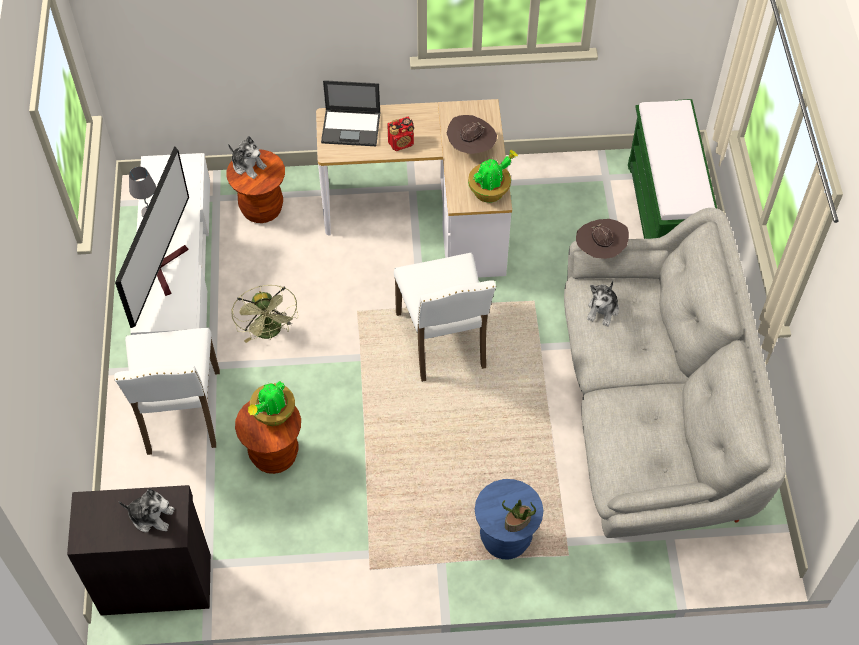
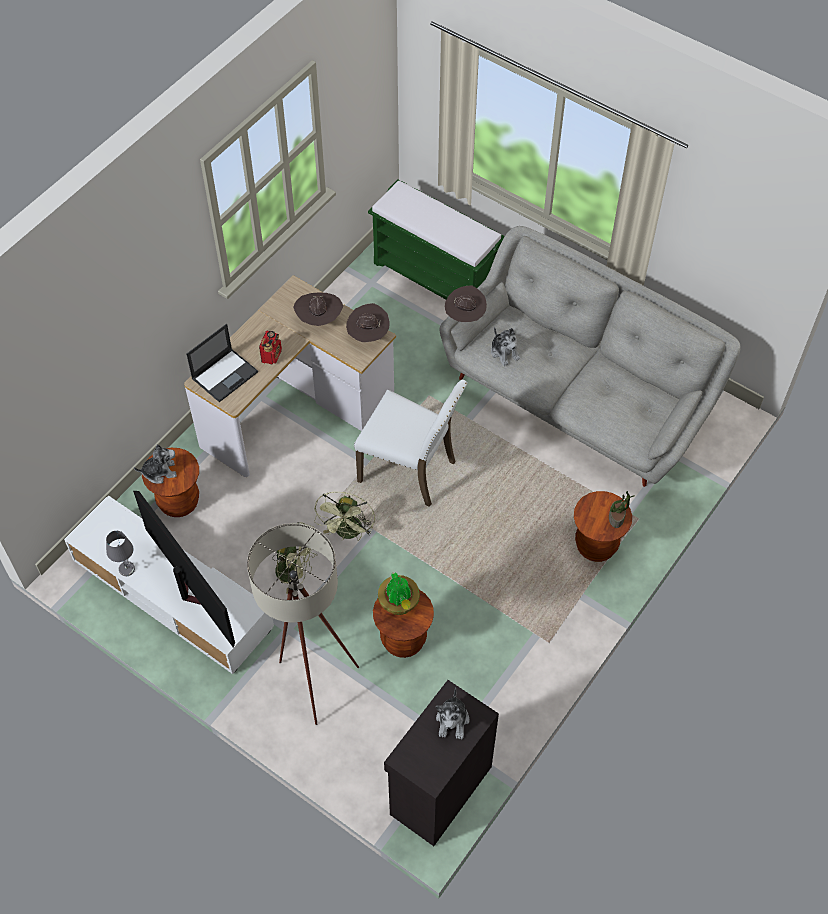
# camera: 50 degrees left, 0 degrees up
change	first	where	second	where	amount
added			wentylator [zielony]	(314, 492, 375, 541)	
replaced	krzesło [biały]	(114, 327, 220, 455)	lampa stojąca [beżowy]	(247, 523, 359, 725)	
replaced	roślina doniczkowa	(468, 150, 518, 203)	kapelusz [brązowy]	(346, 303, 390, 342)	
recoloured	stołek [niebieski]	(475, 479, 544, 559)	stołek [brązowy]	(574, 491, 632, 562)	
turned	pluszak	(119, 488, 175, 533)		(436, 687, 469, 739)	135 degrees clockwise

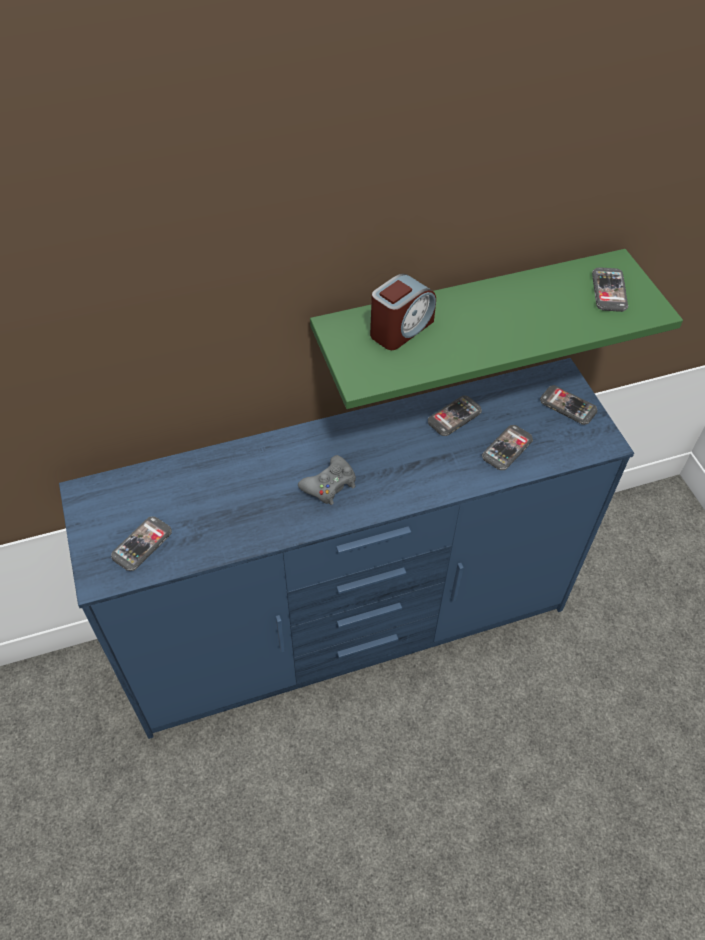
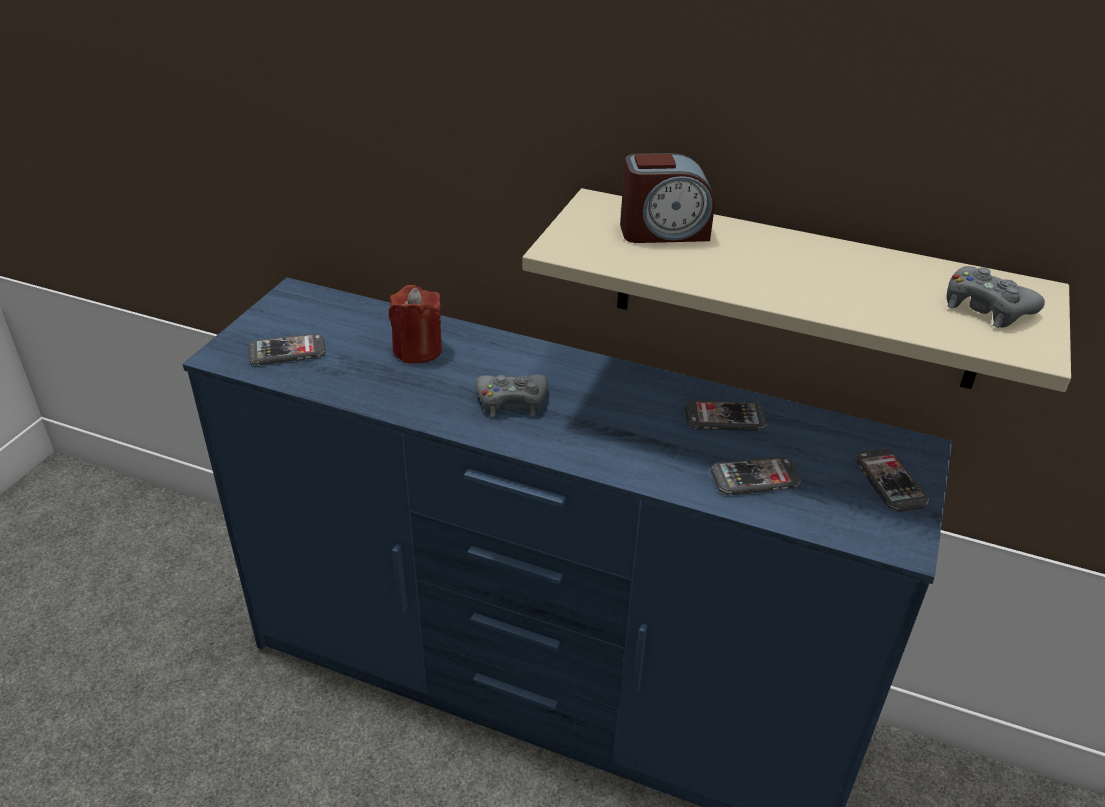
# camera: 40 degrees right, 15 degrees down
change	first	where	second	where	amount
added			świeca [czerwony]	(389, 285, 442, 363)	
replaced	telefon	(592, 267, 628, 312)	pad do gier [szary]	(946, 266, 1045, 328)	
recoloured	półka [zielony]	(310, 249, 683, 409)	półka [beżowy]	(522, 188, 1071, 392)	

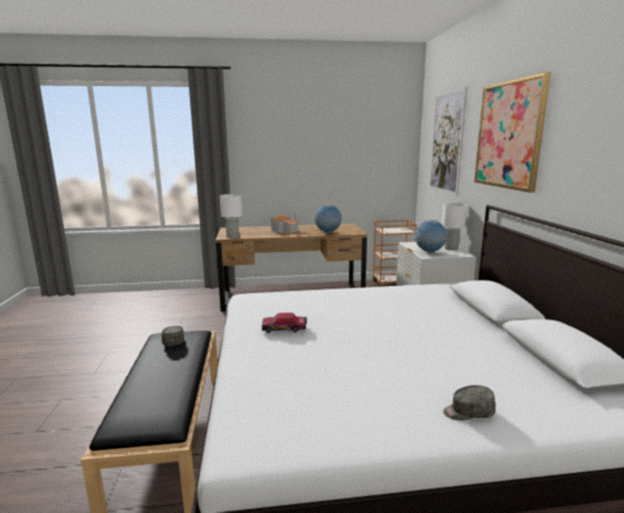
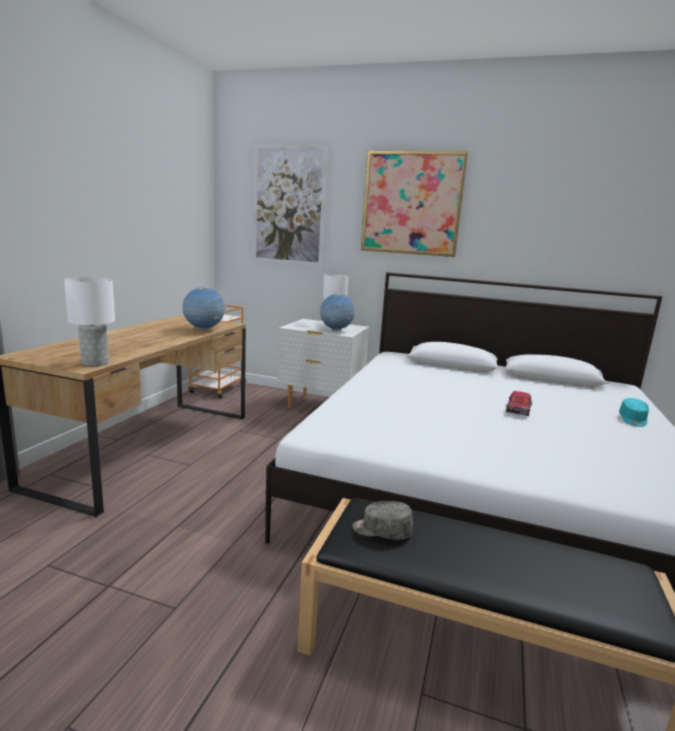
# camera: 65 degrees left, 0 degrees up
change	first	where	second	where	amount
removed	domek	(269, 212, 300, 233)			
moved	samochodzik	(262, 313, 307, 333)		(506, 391, 532, 416)	
recoloured	czapka z daszkiem [szary]	(443, 385, 495, 421)	czapka z daszkiem [turkusowy]	(619, 398, 649, 427)	

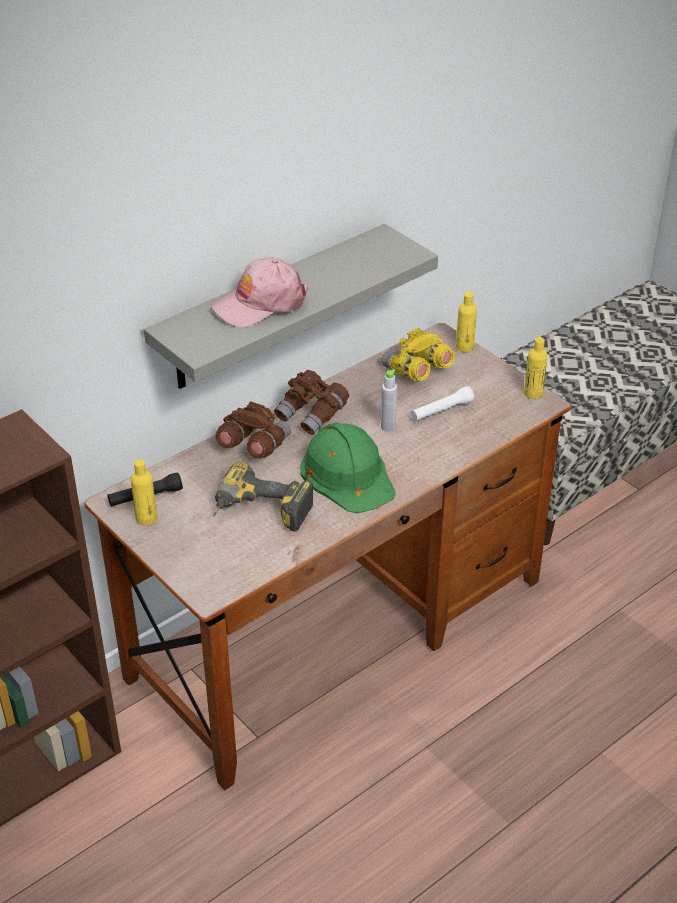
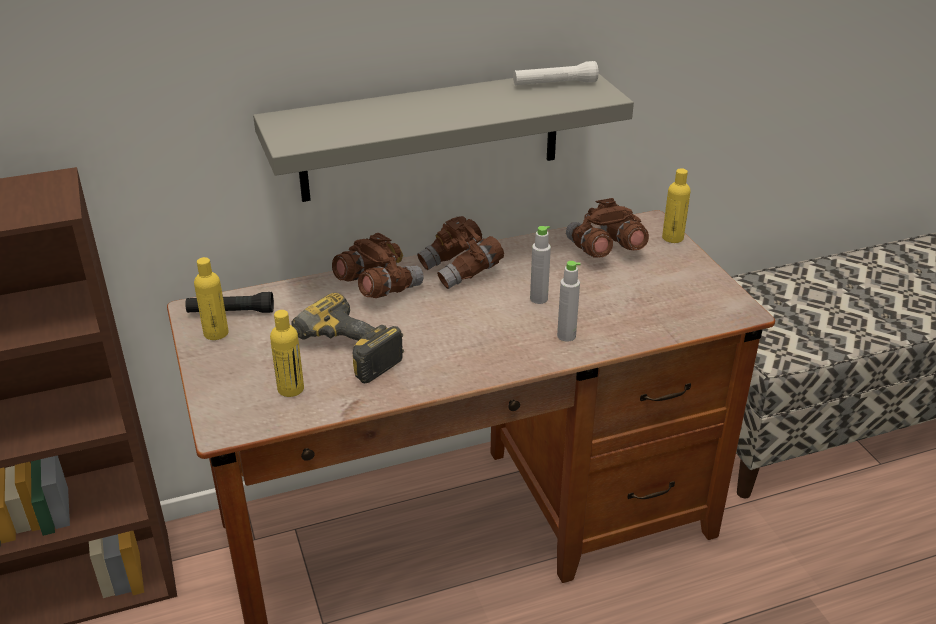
# camera: 20 degrees right, 5 degrees down
change	first	where	second	where	amount
removed	czapka z daszkiem [różowy]	(211, 257, 308, 328)			
removed	kask [zielony]	(300, 422, 396, 514)			
added			butelka [szary]	(557, 261, 581, 342)	
moved	latarka [biały]	(411, 386, 474, 421)		(513, 61, 599, 85)	
moved	butelka [żółty]	(524, 337, 548, 399)		(270, 310, 304, 397)	
recoloured	lornetka [żółty]	(382, 328, 455, 381)	lornetka [brązowy]	(566, 198, 649, 258)	

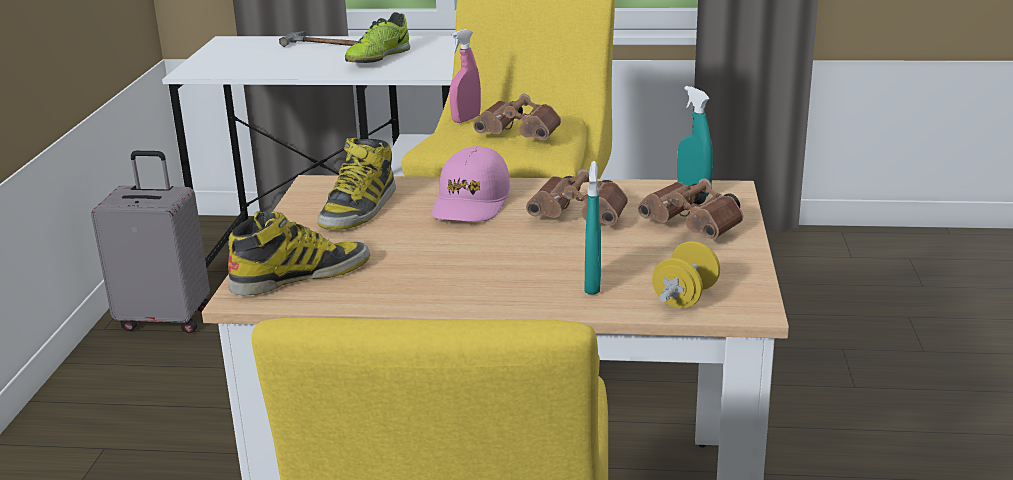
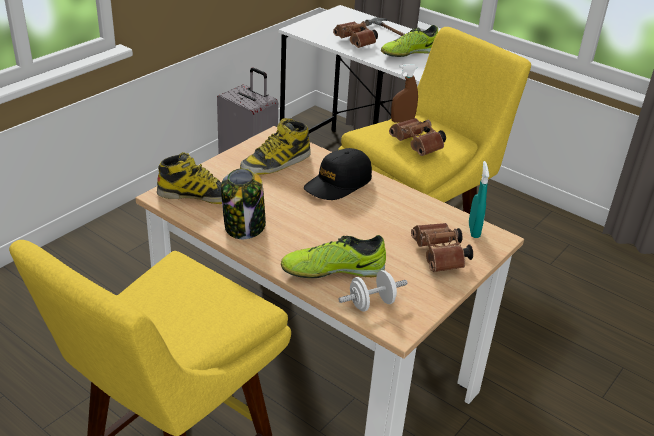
# camera: 30 degrees right, 10 degrees up
change	first	where	second	where	amount
added			słoik	(221, 168, 266, 239)	
moved	lornetka [brązowy]	(526, 169, 628, 225)		(333, 21, 378, 48)	
replaced	spryskiwacz [turkusowy]	(585, 161, 601, 295)	but	(281, 235, 386, 278)	
recoloured	czapka z daszkiem [różowy]	(432, 146, 511, 222)	czapka z daszkiem [czarny]	(304, 148, 372, 200)	
recoloured	spryskiwacz [różowy]	(450, 29, 481, 123)	spryskiwacz [brązowy]	(391, 64, 418, 123)	
recoloured	hantel [żółty]	(652, 241, 720, 308)	hantel [biały]	(338, 270, 408, 311)	

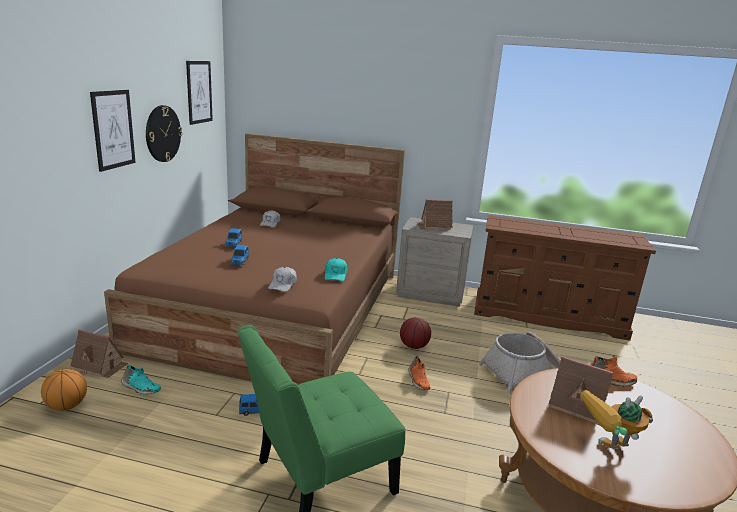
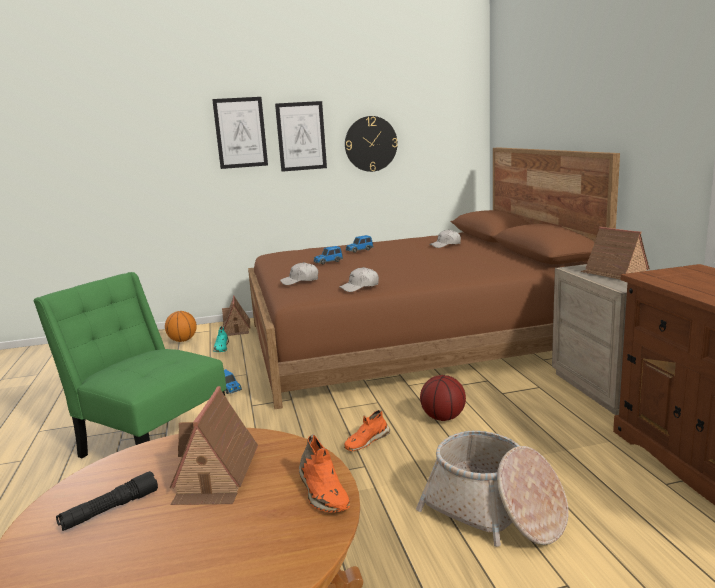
# camera: 65 degrees right, 5 degrees down
change	first	where	second	where	amount
moved	obraz	(186, 61, 213, 125)		(212, 97, 268, 169)	
replaced	robot zabawkowy	(580, 390, 653, 449)	latarka [czarny]	(56, 471, 158, 531)	
recoloured	czapka z daszkiem [turkusowy]	(325, 258, 347, 281)	czapka z daszkiem [biały]	(339, 267, 379, 292)	

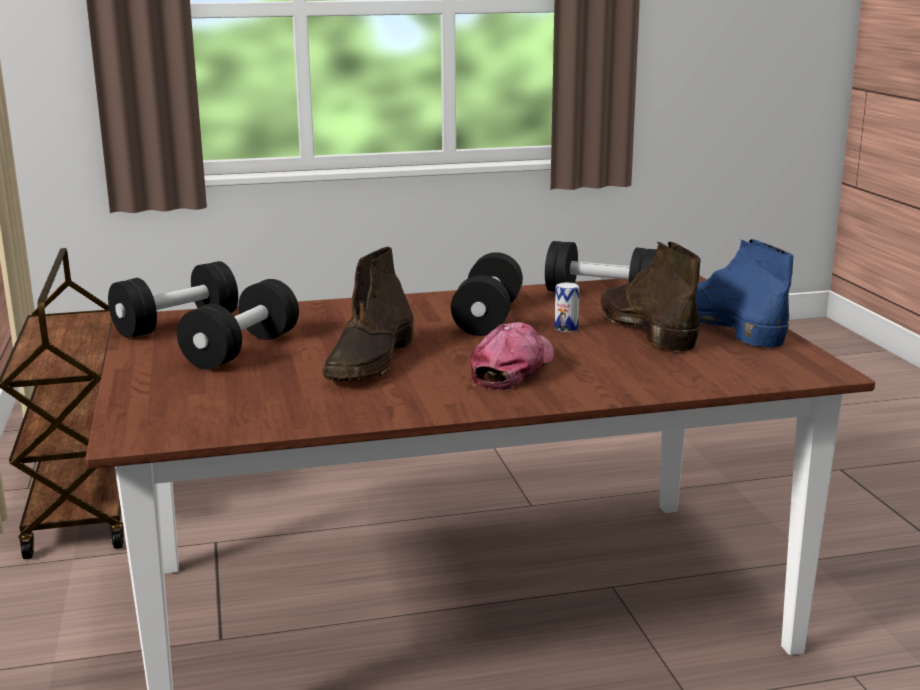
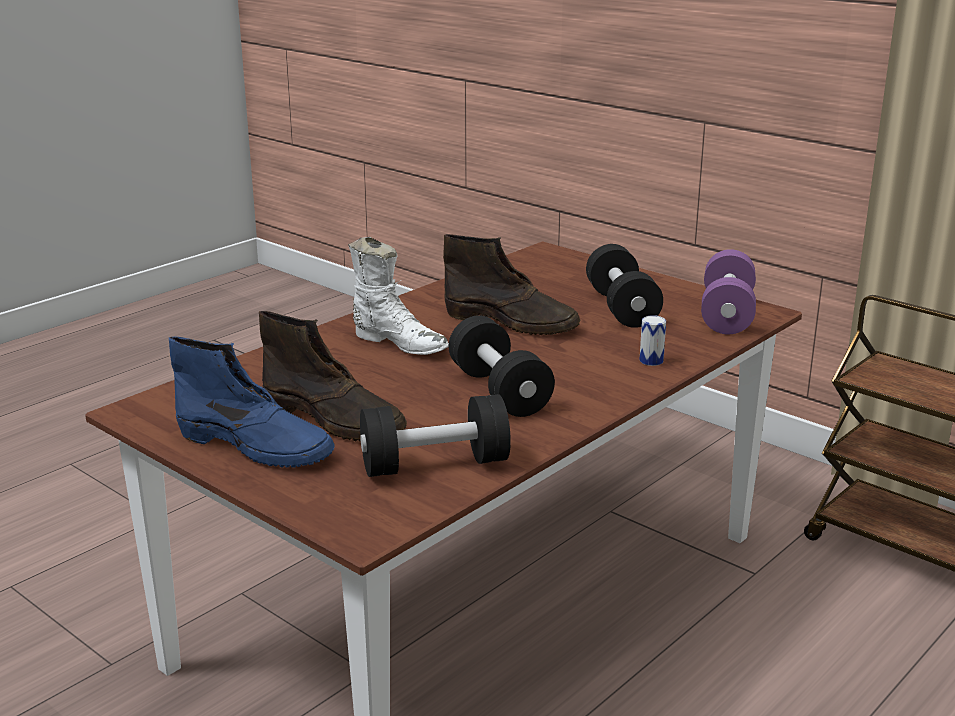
# camera: 145 degrees right, 5 degrees up
change	first	where	second	where	amount
moved	puszka	(555, 282, 580, 332)		(640, 315, 666, 366)	
replaced	czapka z daszkiem	(470, 322, 554, 390)	but z cholewką [biały]	(348, 237, 449, 355)	
recoloured	hantel [czarny]	(108, 261, 238, 338)	hantel [fioletowy]	(701, 249, 756, 334)	
turned	but z cholewką [brązowy]	(323, 247, 414, 382)		(443, 234, 580, 335)	135 degrees clockwise

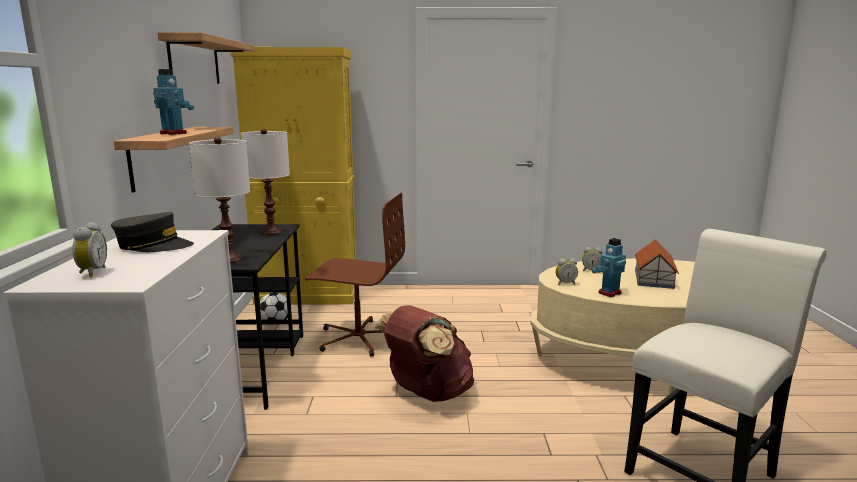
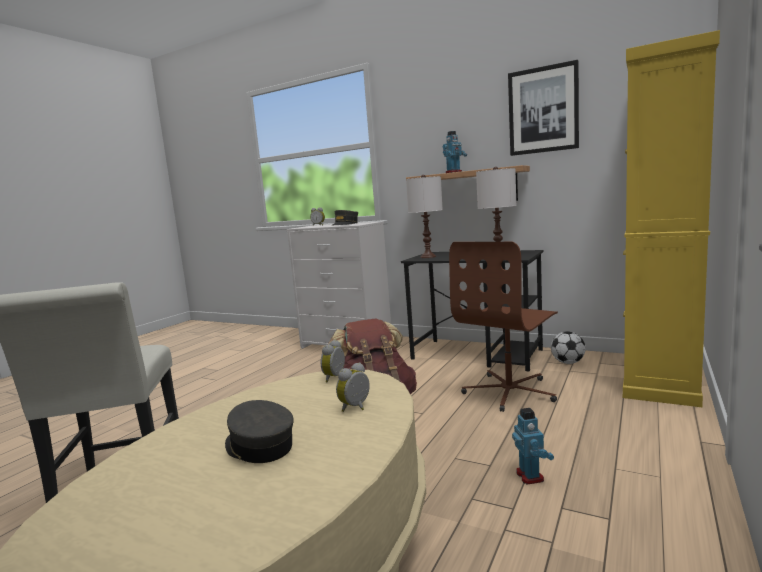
# camera: 120 degrees right, 5 degrees down
change	first	where	second	where	amount
moved	robot zabawkowy	(592, 238, 626, 297)		(512, 408, 554, 485)	
replaced	półka	(157, 32, 254, 83)	obraz	(508, 60, 579, 156)	
replaced	domek	(634, 239, 679, 289)	czapka z daszkiem [szary]	(225, 400, 294, 463)	

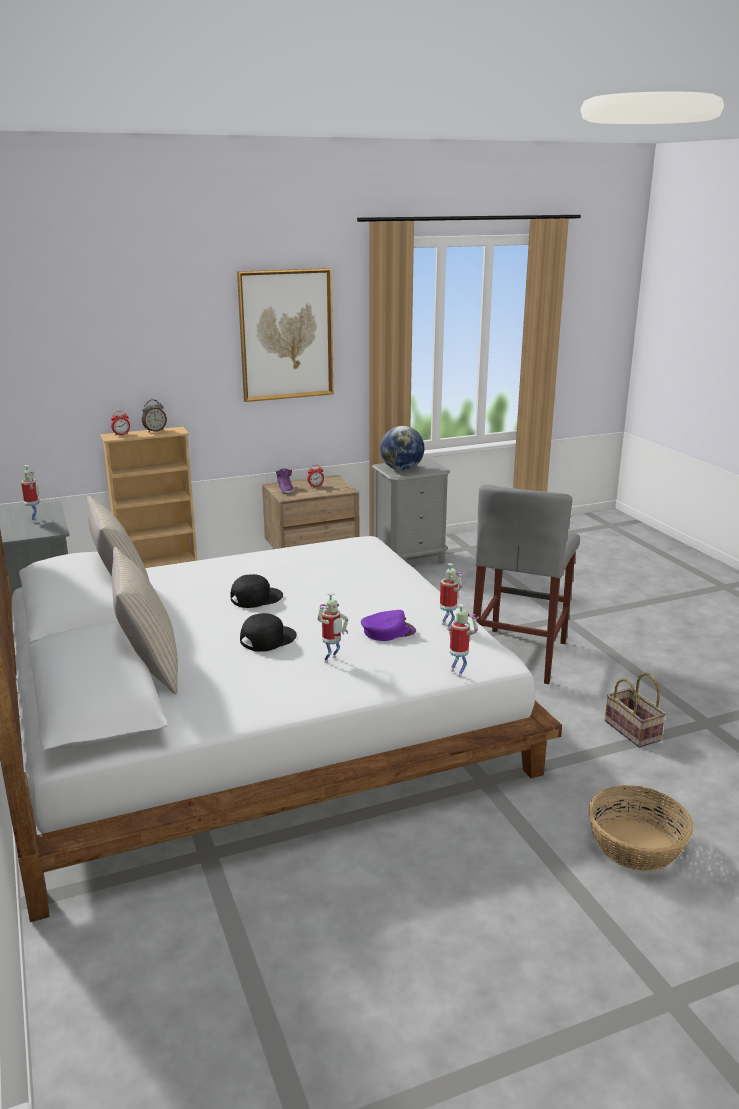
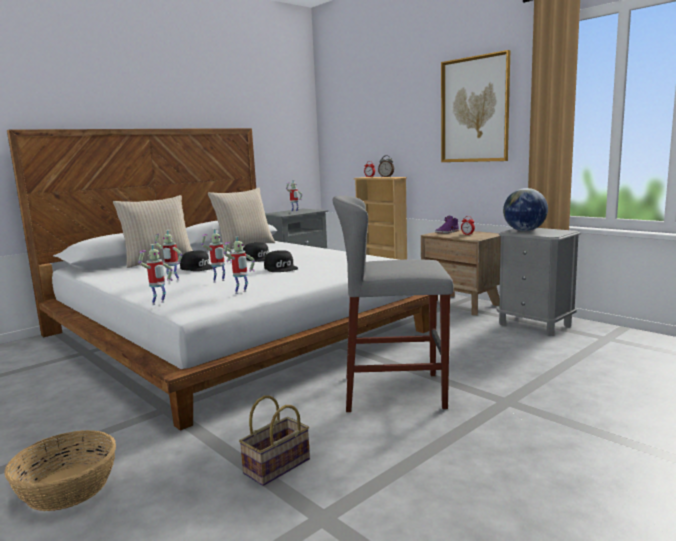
# camera: 70 degrees right, 10 degrees down
change	first	where	second	where	amount
added			czapka z daszkiem [czarny]	(264, 250, 298, 272)	
replaced	czapka z daszkiem [fioletowy]	(361, 610, 416, 641)	robot zabawkowy	(201, 229, 232, 283)	

